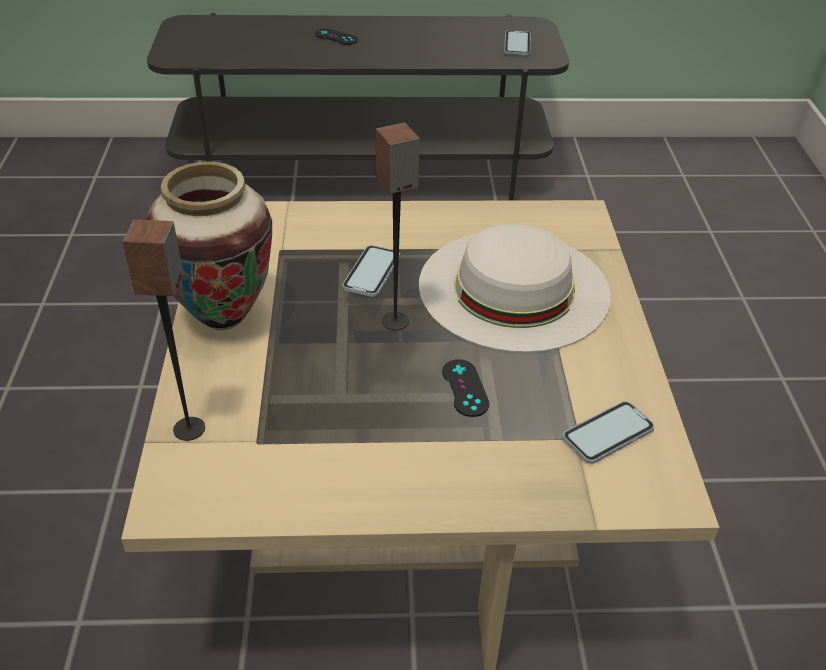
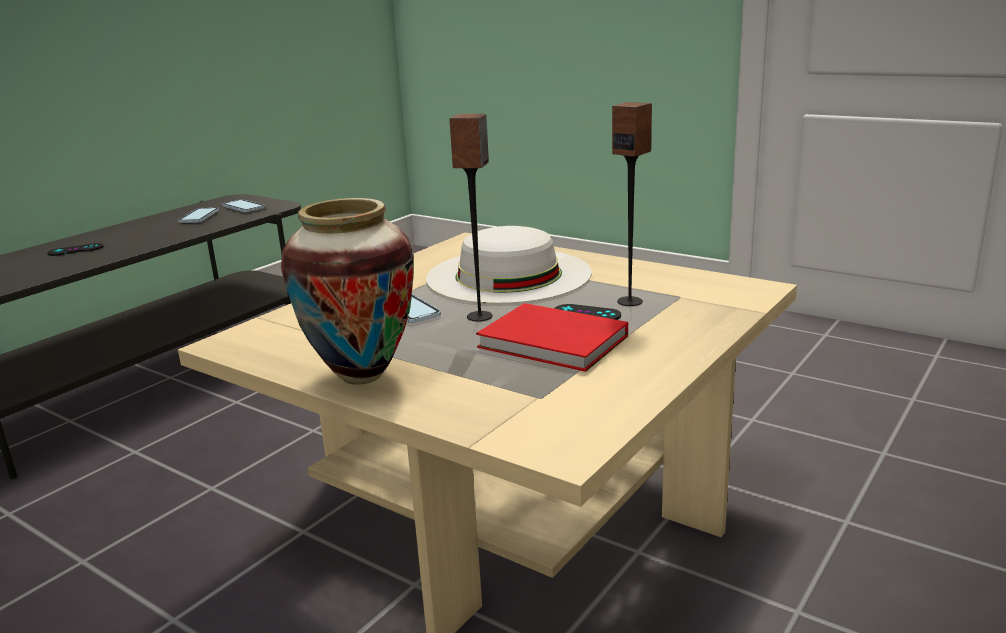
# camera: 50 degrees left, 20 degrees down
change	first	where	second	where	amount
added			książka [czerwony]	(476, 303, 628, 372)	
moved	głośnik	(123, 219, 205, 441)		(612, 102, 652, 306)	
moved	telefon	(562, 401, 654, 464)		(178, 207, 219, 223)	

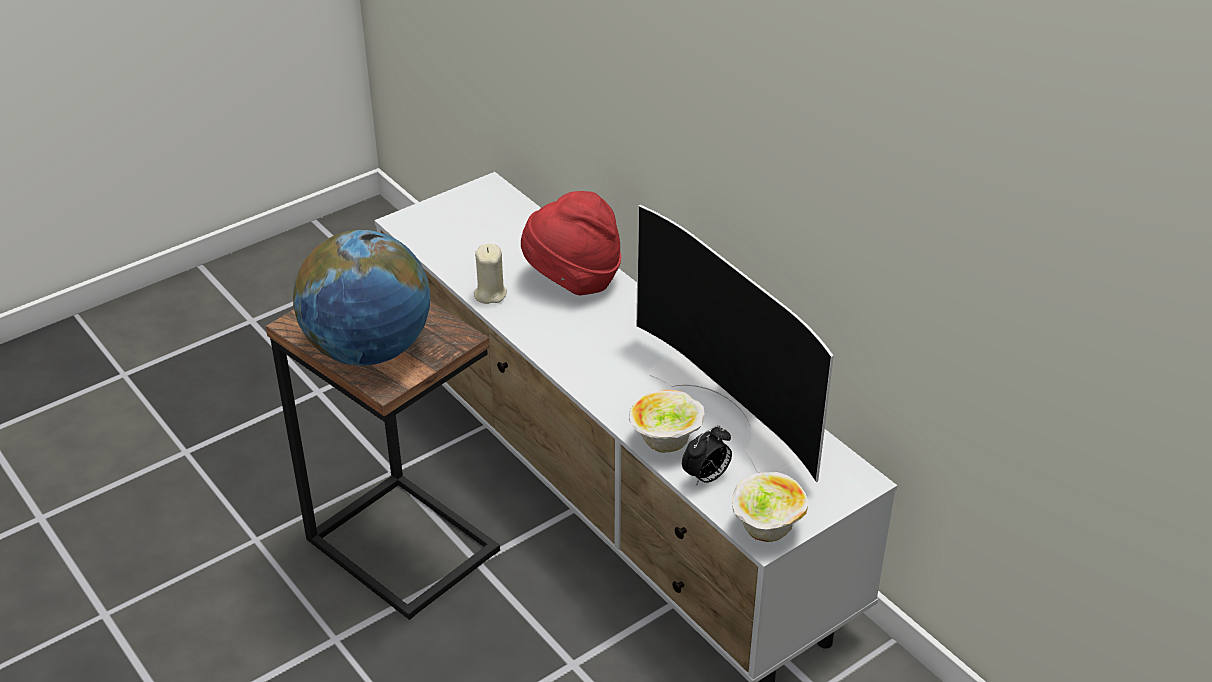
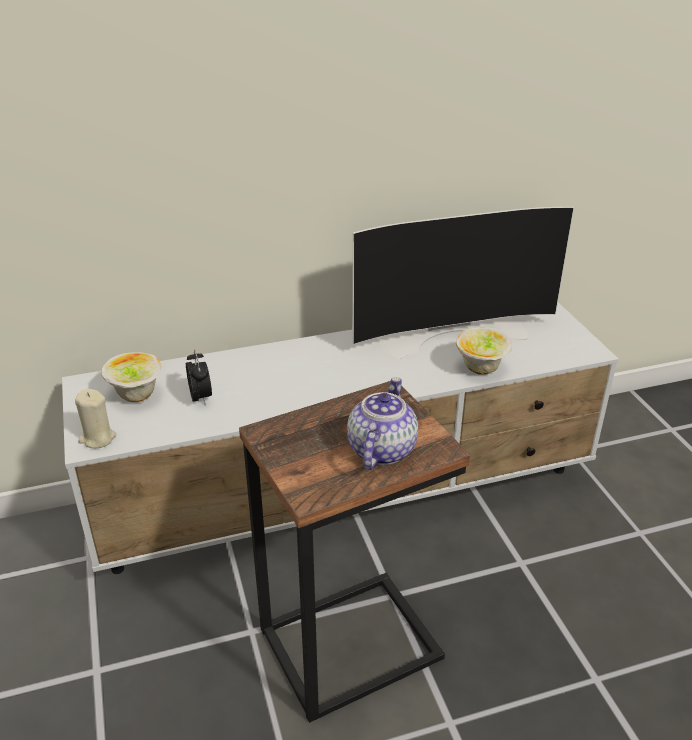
# camera: 70 degrees left, 5 degrees down
change	first	where	second	where	amount
removed	kapelusz [czerwony]	(521, 191, 621, 295)			
moved	świeca [beżowy]	(474, 244, 507, 304)		(75, 389, 116, 448)	
moved	budzik	(682, 425, 732, 486)		(186, 350, 212, 405)	
moved	miska	(732, 472, 808, 542)		(101, 352, 162, 402)	
replaced	globus	(293, 230, 430, 366)	imbryk	(347, 377, 418, 469)	

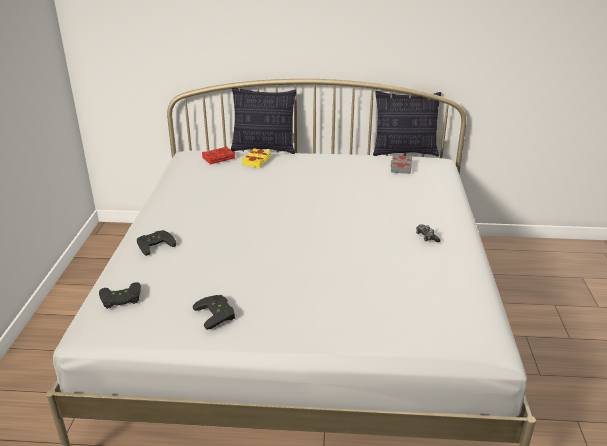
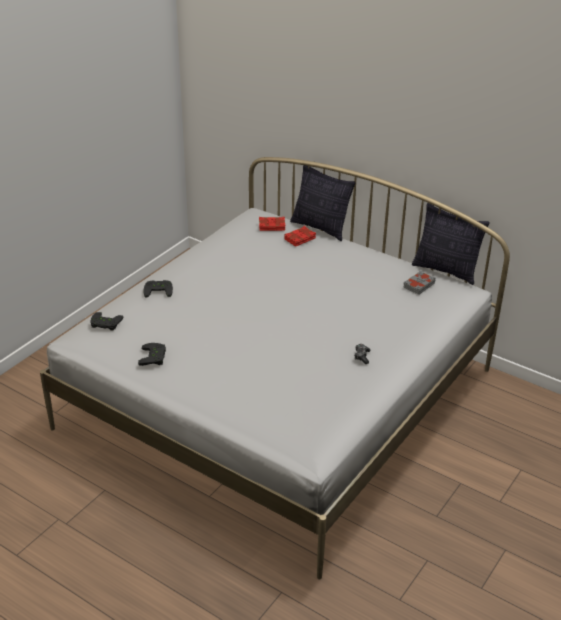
# camera: 30 degrees right, 5 degrees up
change	first	where	second	where	amount
recoloured	książka [żółty]	(242, 148, 271, 168)	książka [czerwony]	(285, 226, 316, 247)	

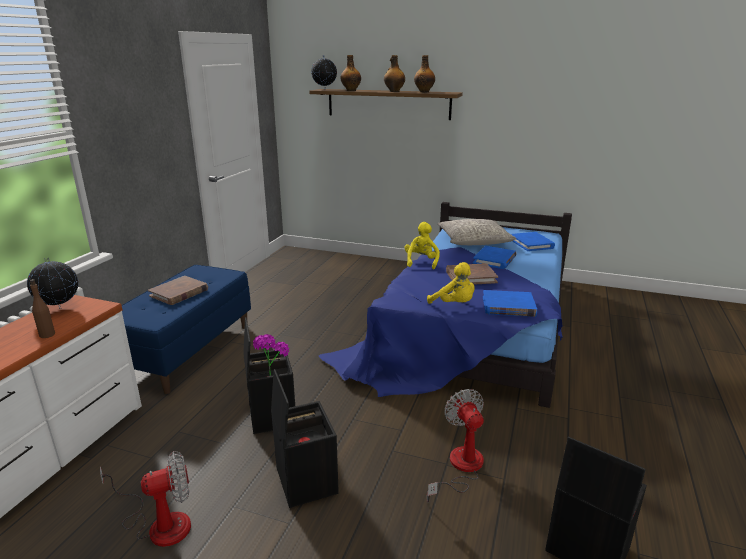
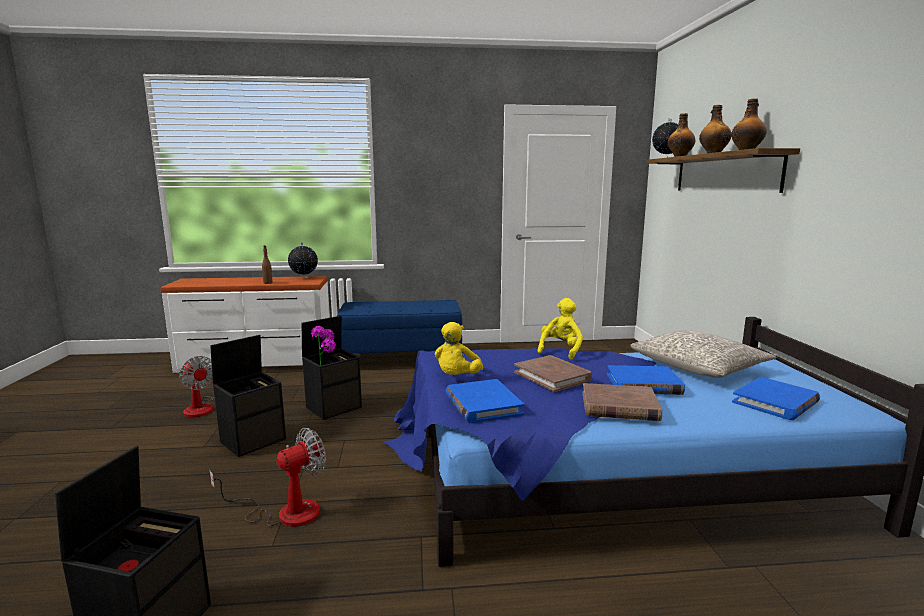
# camera: 65 degrees right, 10 degrees down
change	first	where	second	where	amount
moved	książka [brązowy]	(148, 276, 208, 305)		(583, 383, 662, 421)	
turned	pluszak [żółty]	(404, 222, 440, 269)		(537, 298, 583, 360)	45 degrees counterclockwise

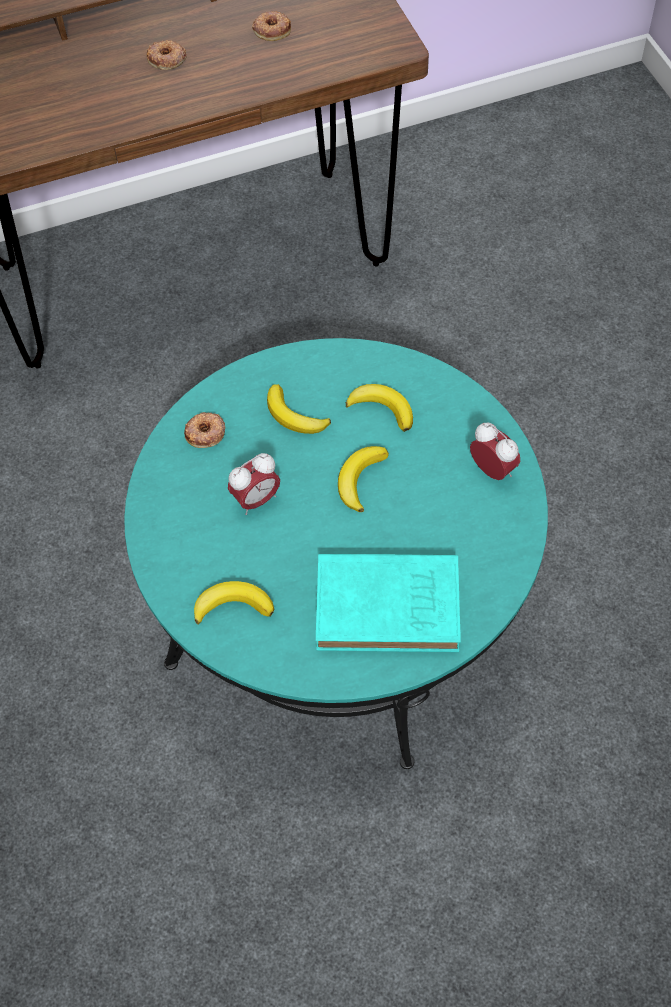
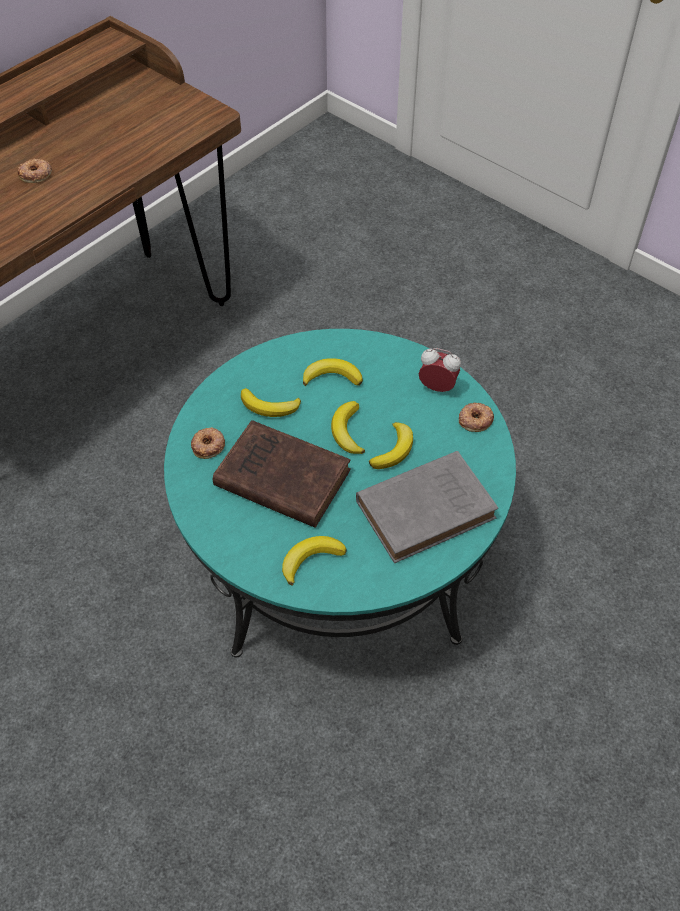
# camera: 30 degrees left, 5 degrees down
change	first	where	second	where	amount
added			banan	(369, 422, 413, 469)	
moved	donut	(252, 11, 291, 41)		(459, 403, 494, 432)	
replaced	budzik	(228, 453, 280, 515)	książka [brązowy]	(213, 420, 351, 528)	
recoloured	książka [turkusowy]	(316, 554, 461, 652)	książka [szary]	(356, 451, 498, 563)	

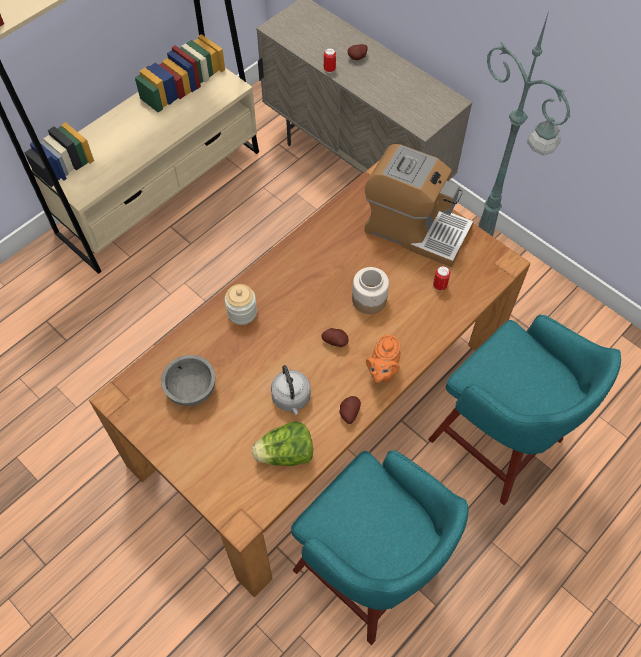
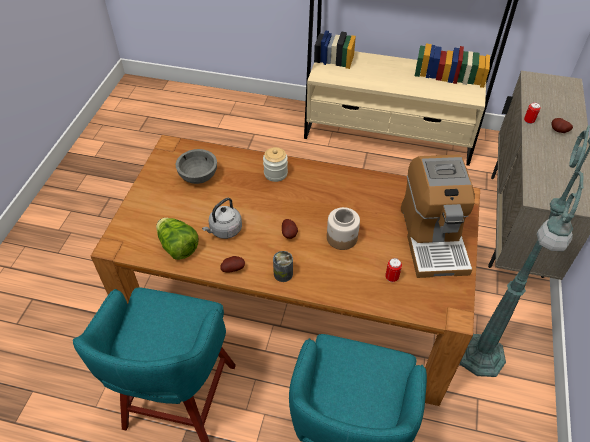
# camera: 60 degrees right, 10 degrees down
change	first	where	second	where	amount
replaced	imbryk [pomarańczowy]	(366, 335, 401, 384)	puszka	(273, 251, 293, 282)	

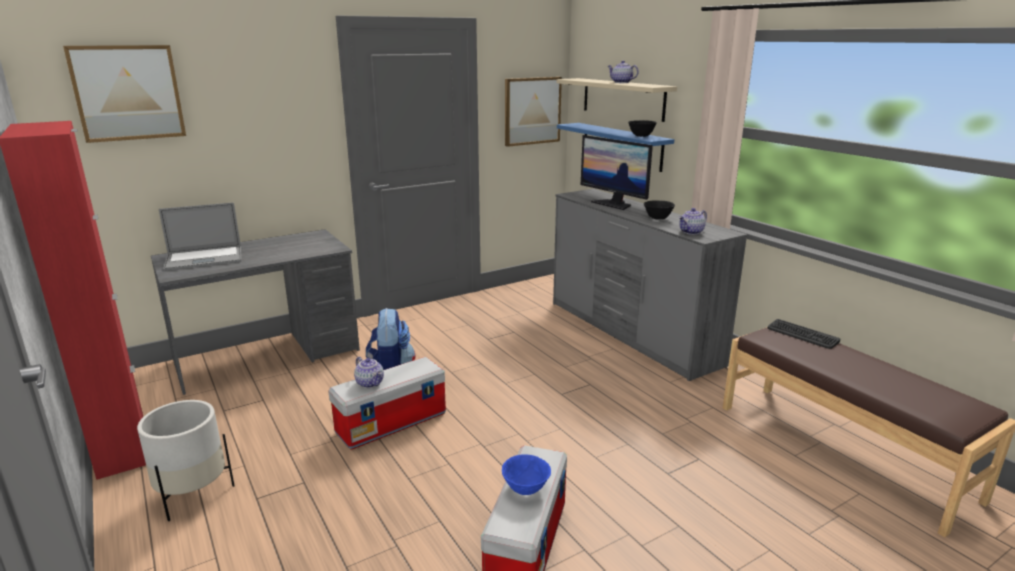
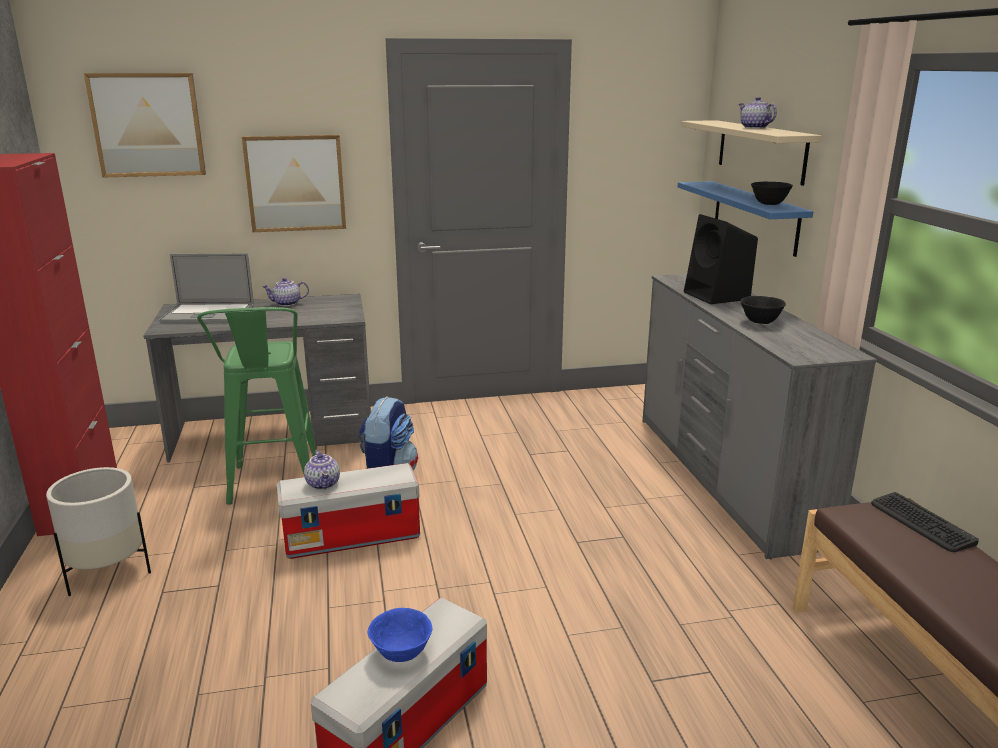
# camera: 20 degrees right, 0 degrees up
change	first	where	second	where	amount
added			stołek [zielony]	(197, 307, 316, 505)	
moved	obraz	(505, 77, 562, 147)		(242, 135, 346, 232)	
moved	imbryk	(678, 208, 707, 235)		(262, 278, 309, 306)	
replaced	monitor	(581, 135, 653, 210)	głośnik [czarny]	(684, 214, 758, 304)	

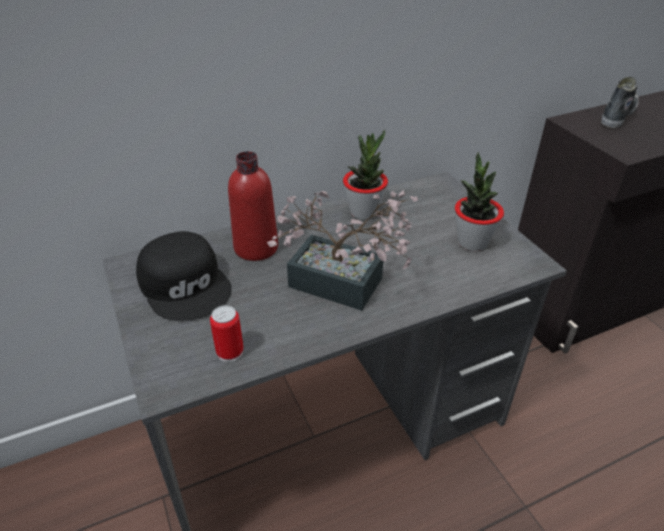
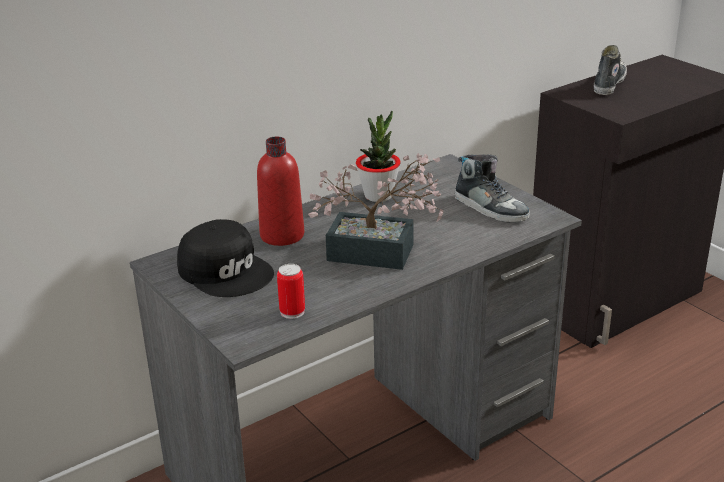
# camera: 10 degrees left, 10 degrees down
change	first	where	second	where	amount
replaced	roślina doniczkowa	(455, 152, 504, 251)	but	(455, 154, 530, 223)	

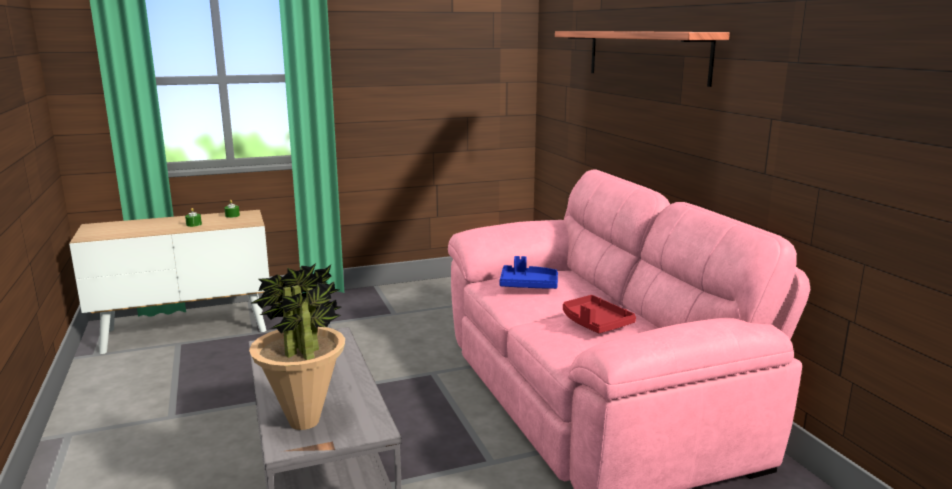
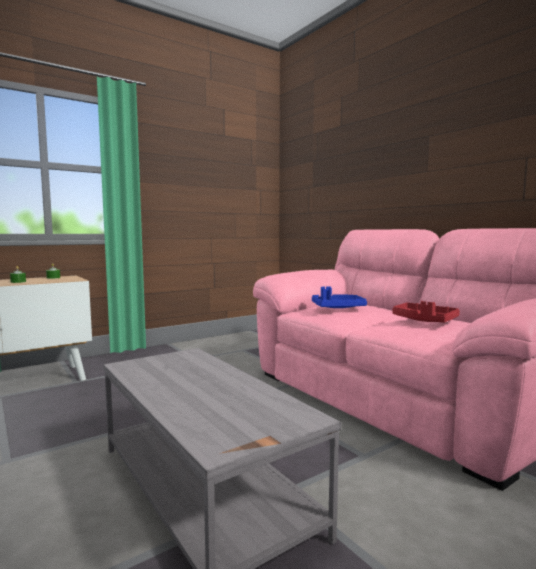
# camera: 15 degrees left, 10 degrees down
change	first	where	second	where	amount
removed	roślina doniczkowa	(249, 263, 345, 430)			
removed	półka	(555, 31, 730, 87)			

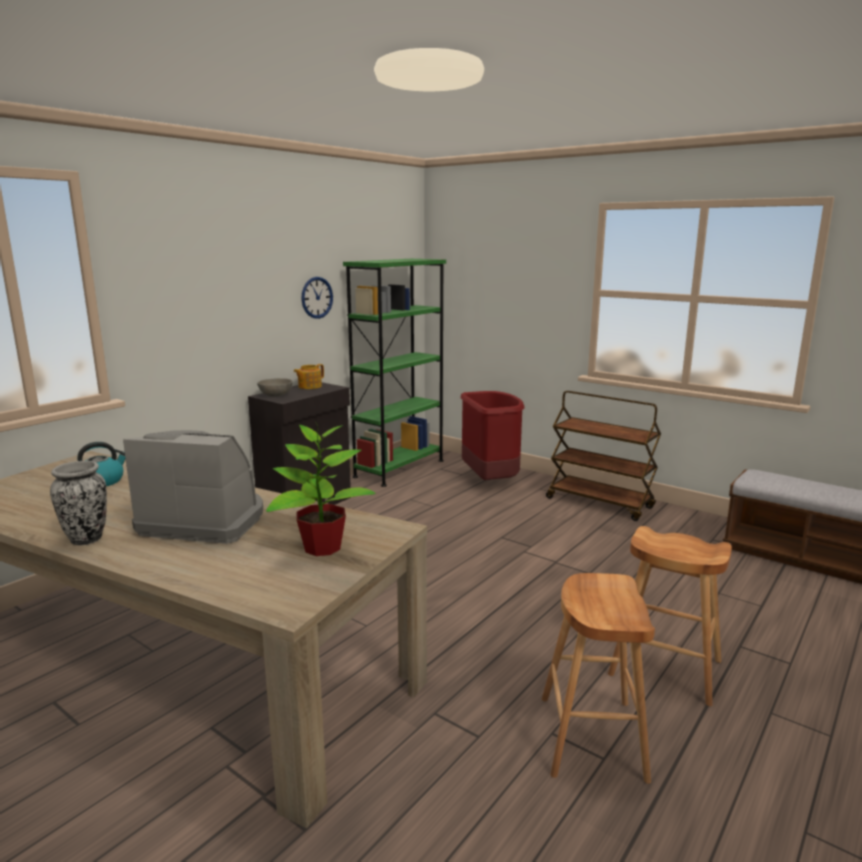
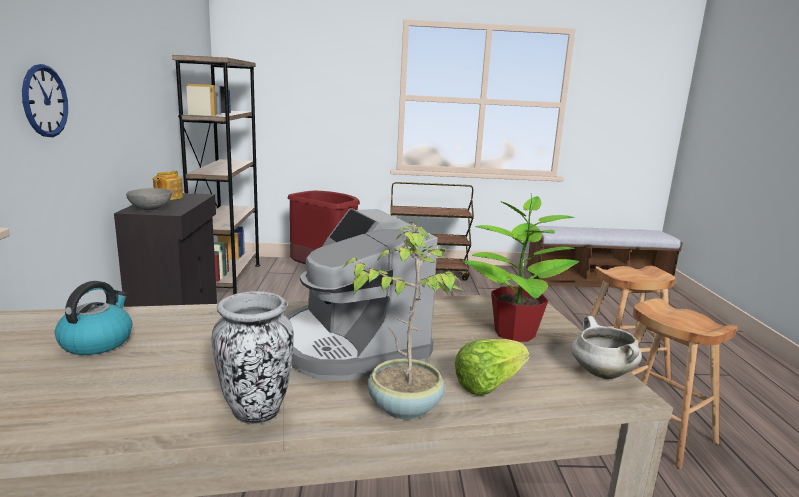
# camera: 40 degrees left, 0 degrees up
change	first	where	second	where	amount
added			roślina doniczkowa	(344, 222, 462, 419)	
added			sałata	(455, 339, 529, 395)	
added			garnek [biały]	(571, 316, 642, 379)	
moved	zegar ścienny	(301, 277, 333, 319)		(22, 64, 68, 137)	
recoloured	regał [zielony]	(343, 259, 446, 487)	regał [brązowy]	(172, 55, 260, 295)	
turned	ekspres do kawy	(123, 430, 263, 544)		(285, 208, 438, 381)	90 degrees counterclockwise

